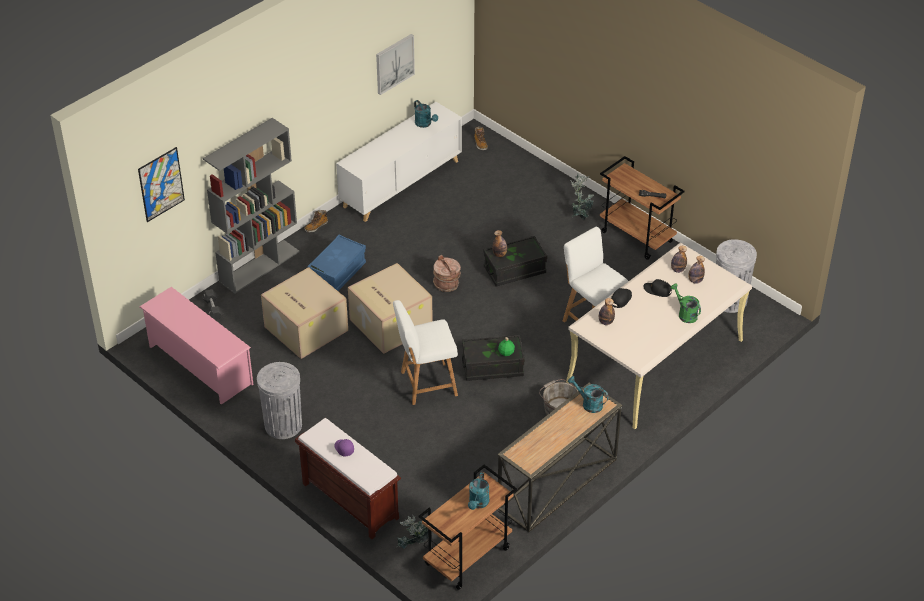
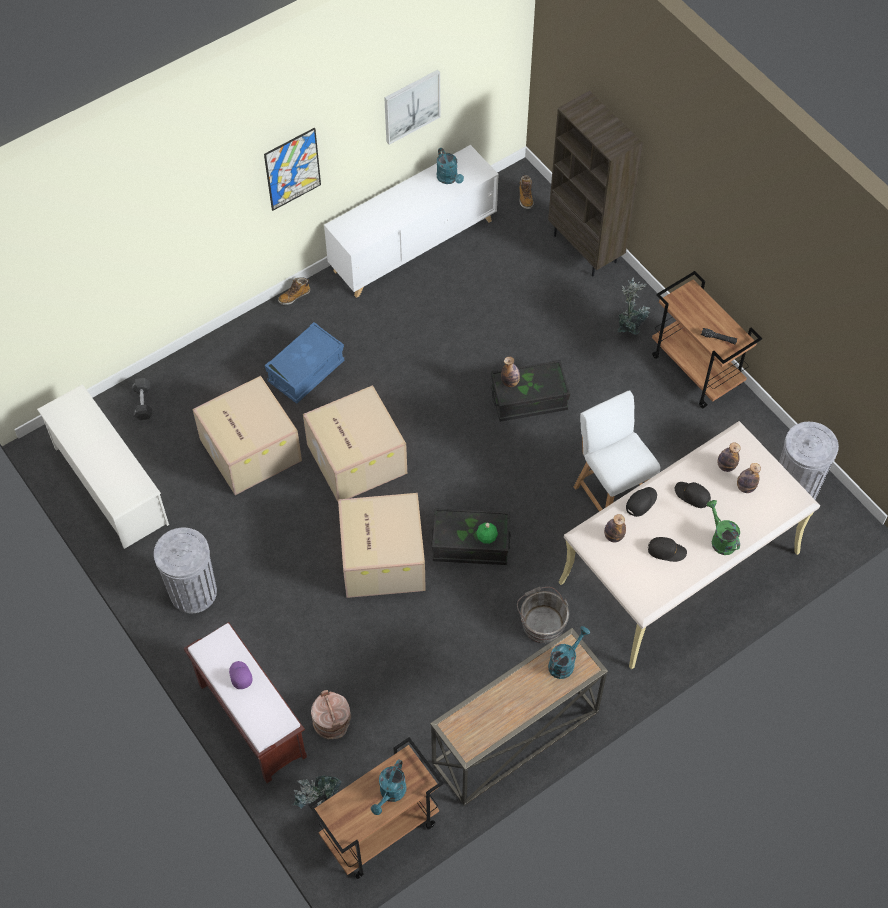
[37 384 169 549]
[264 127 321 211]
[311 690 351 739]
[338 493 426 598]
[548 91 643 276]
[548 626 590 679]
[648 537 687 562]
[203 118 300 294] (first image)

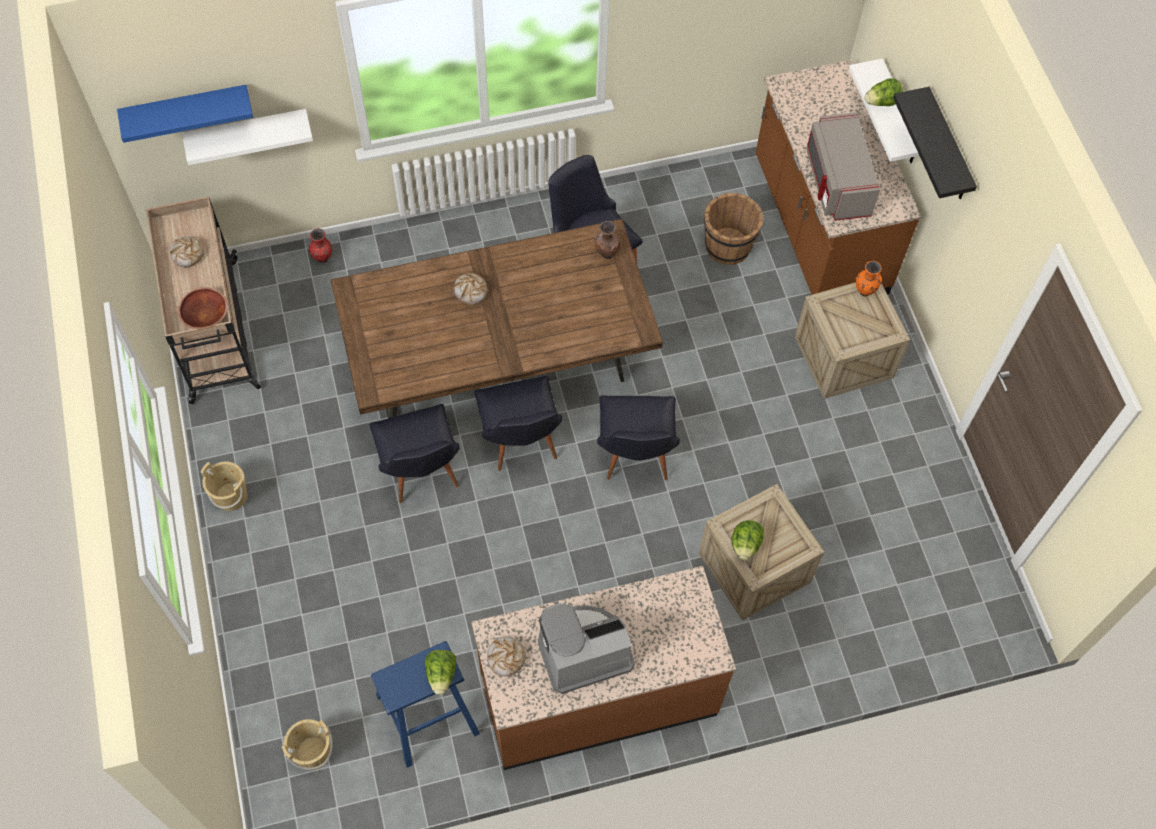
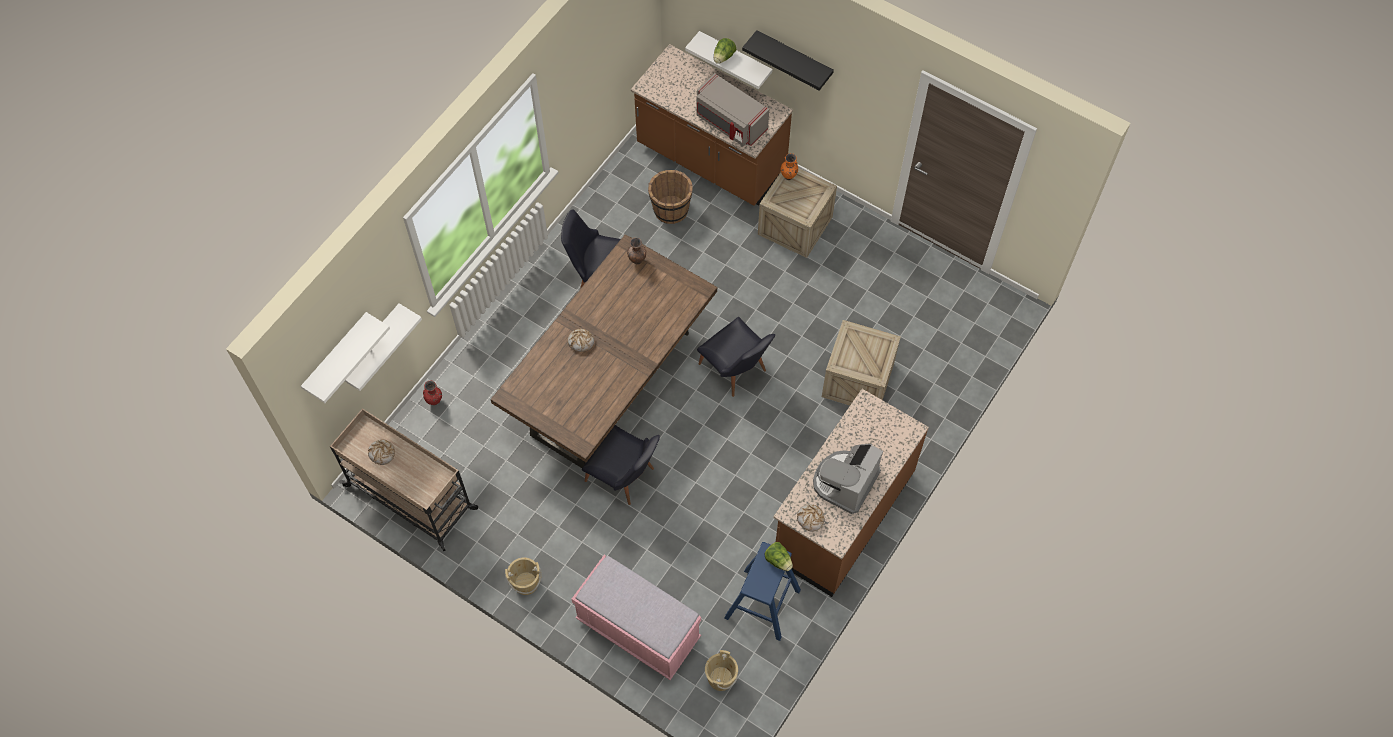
[301 312 390 403]
[572 555 701 680]
[178 287 228 329] (first image)
[474 376 562 471] (first image)
[731 520 764 561] (first image)

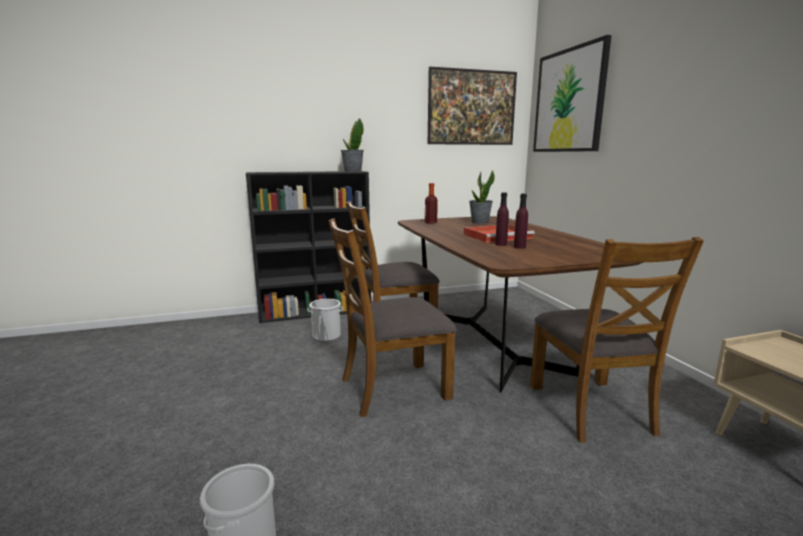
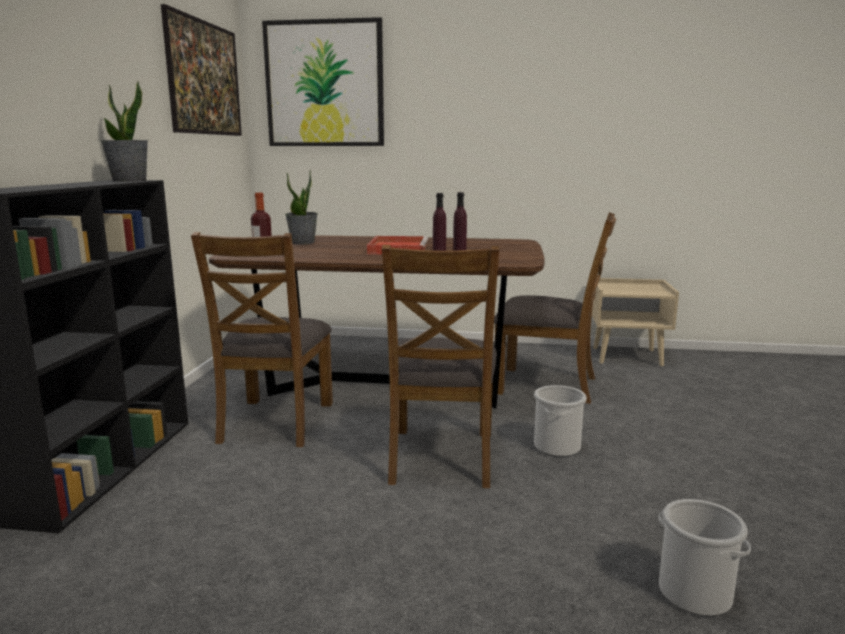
[534 385 587 457]

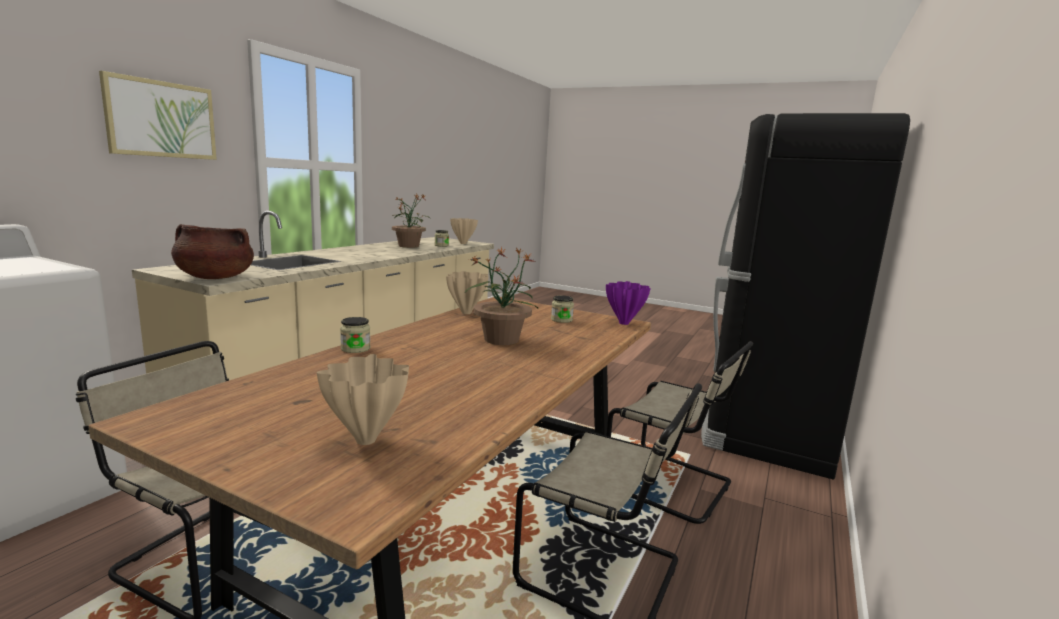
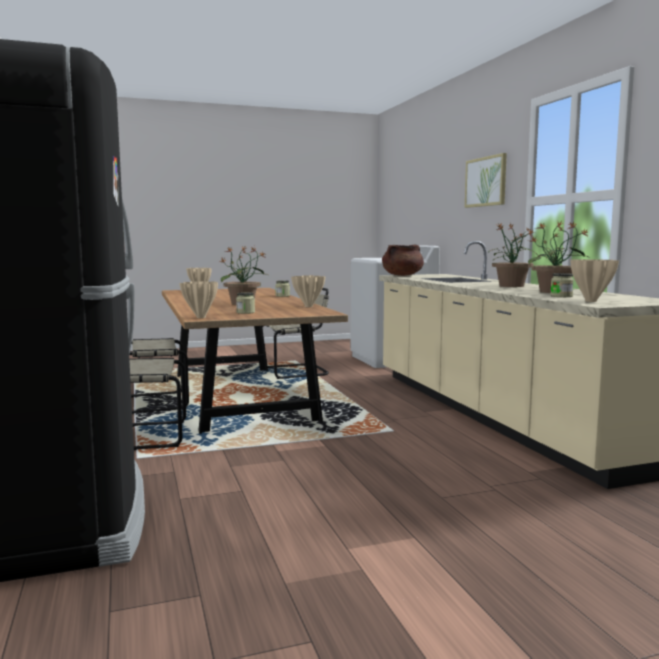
[179 281 218 318]
[488 223 537 287]

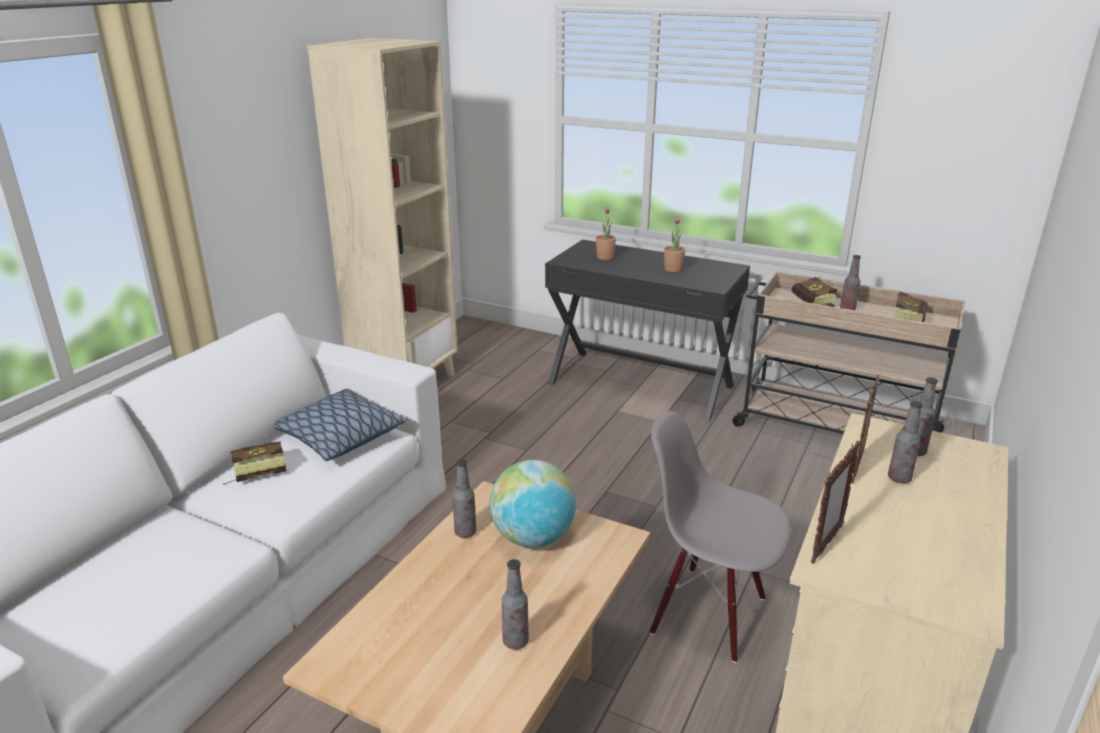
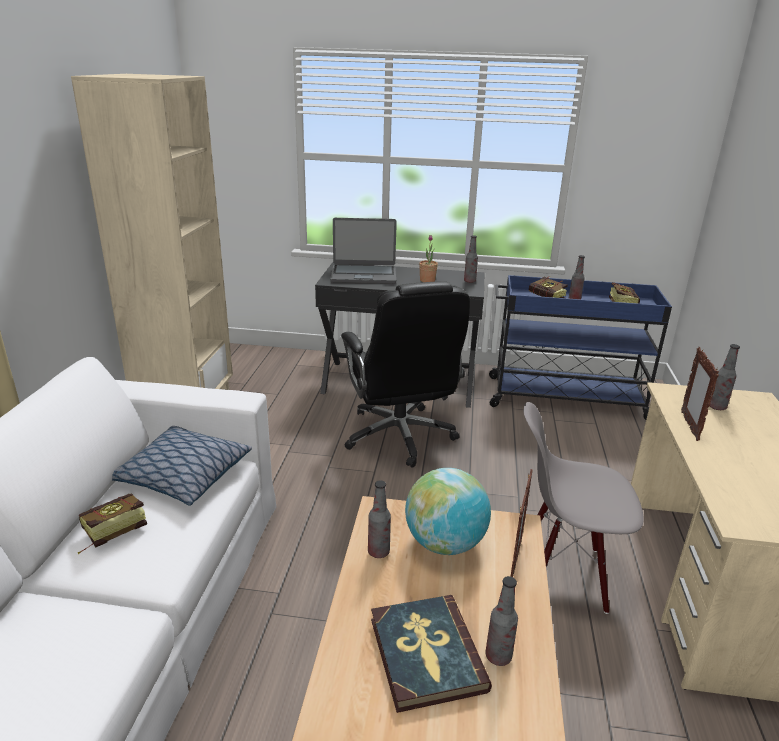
[330 218 397 284]
[341 281 470 468]
[371 595 492 713]
[464 235 478 283]
[489 275 672 420]
[511 469 533 577]

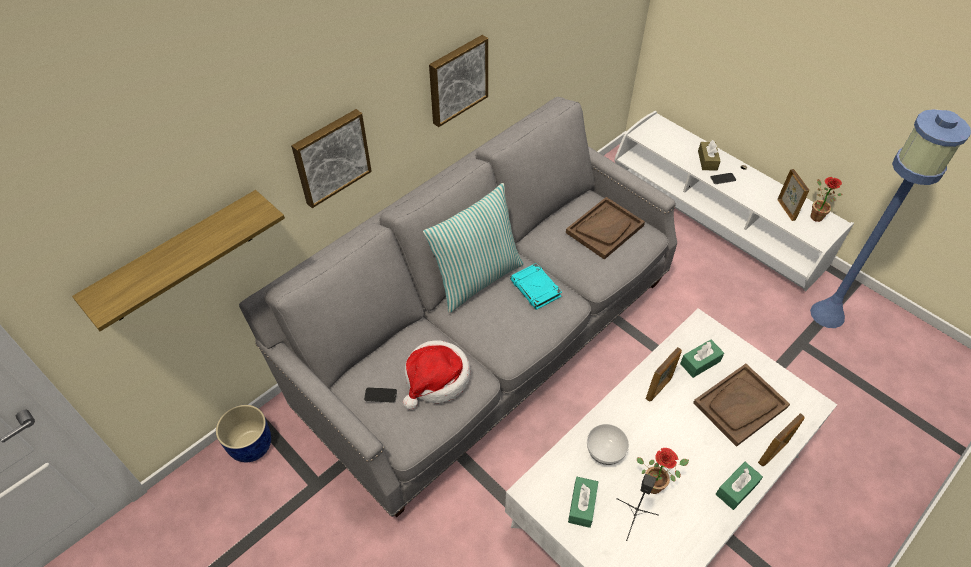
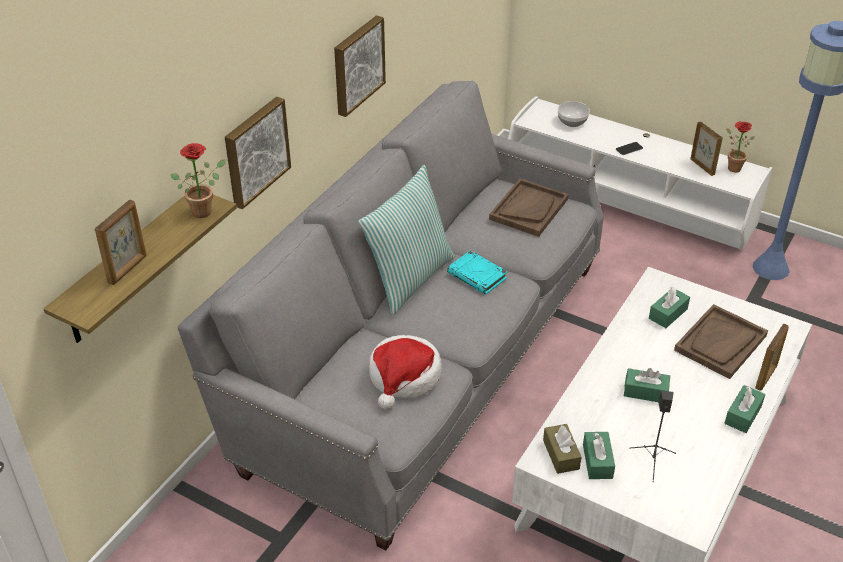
[95 200 147 285]
[171 143 226 218]
[543 424 582 474]
[558 101 590 127]
[624 368 670 402]
[216 405 271 462] (first image)
[364 387 397 403] (first image)

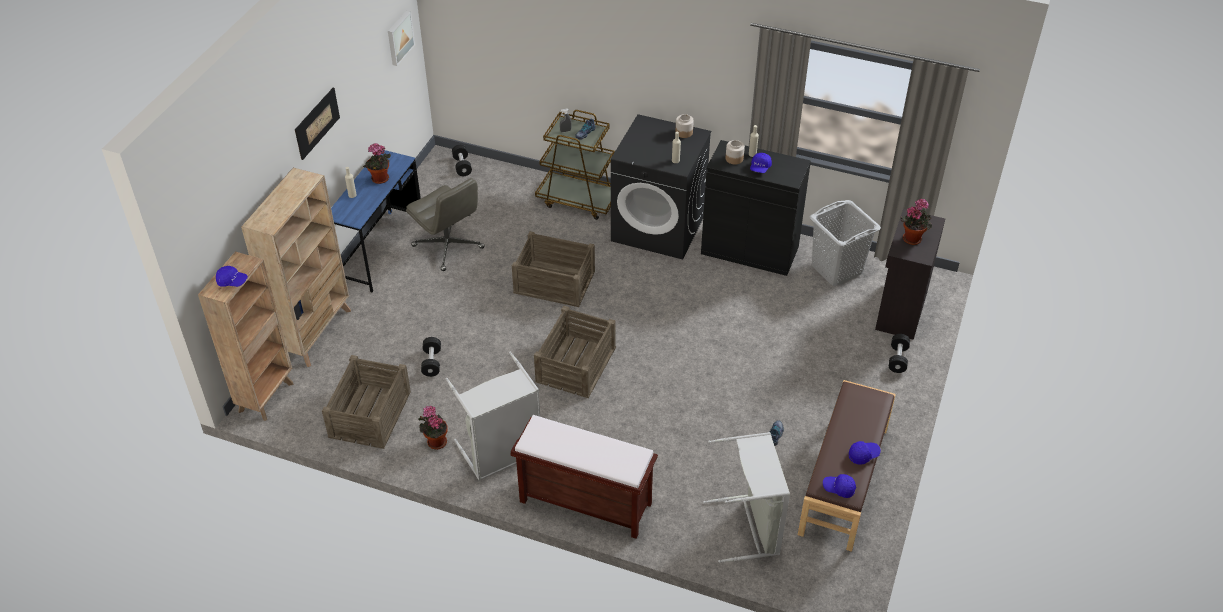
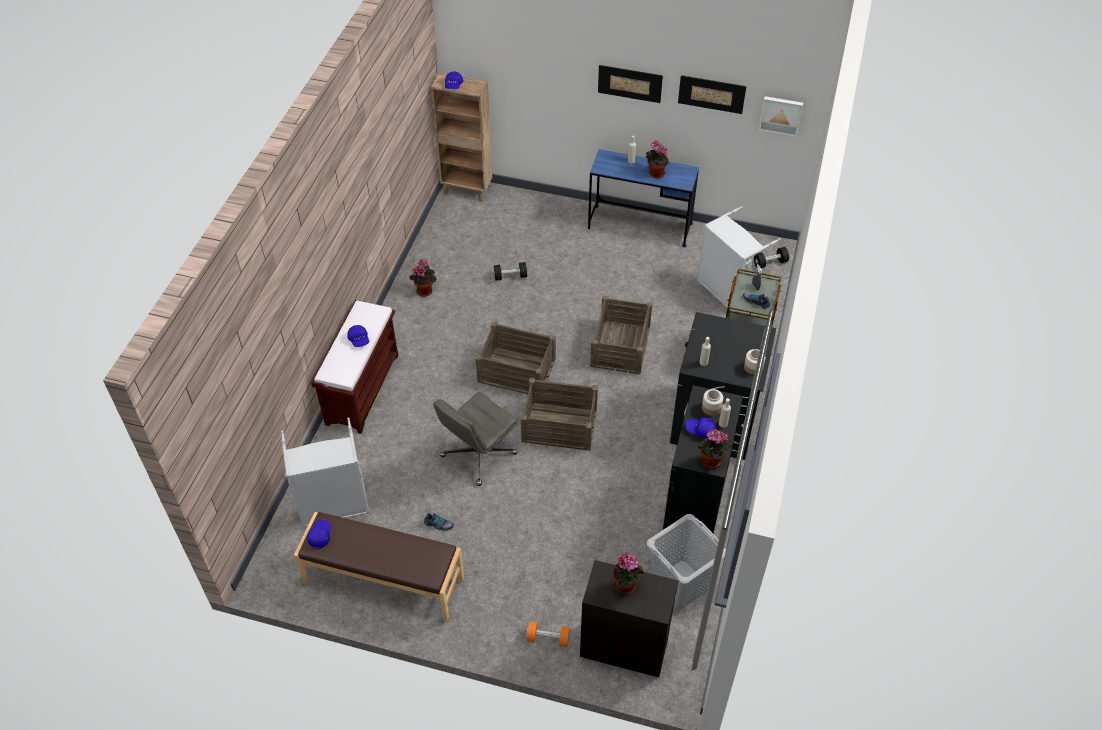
[347 325 369 347]
[433 392 518 486]
[521 378 598 451]
[527 622 570 647]
[678 75 746 114]
[697 206 781 308]
[697 429 732 469]
[241 168 351 367] (first image)

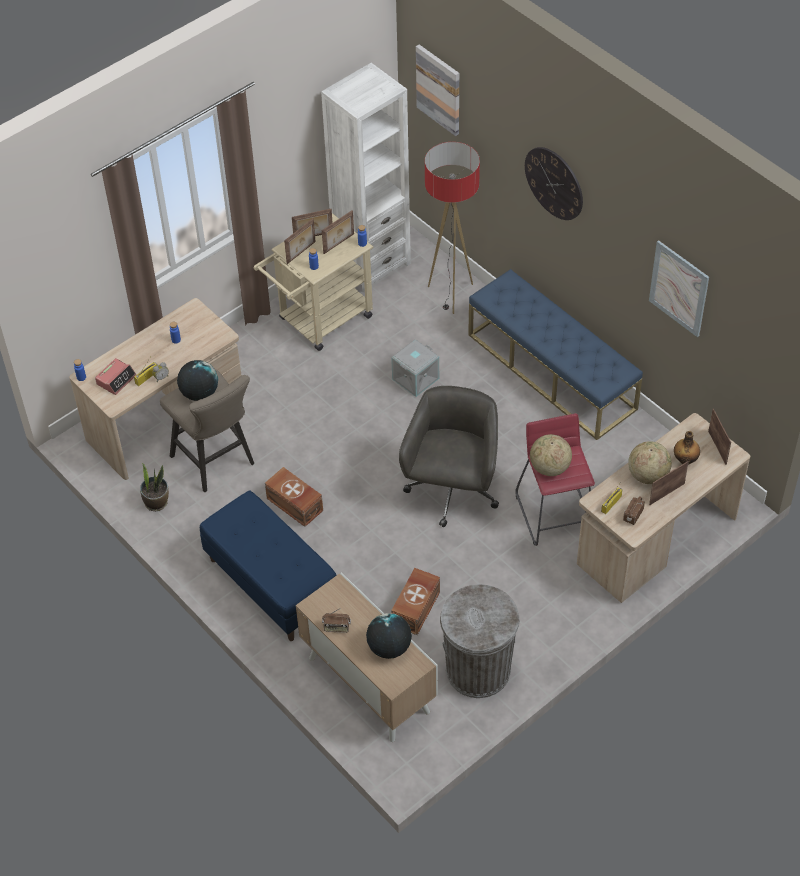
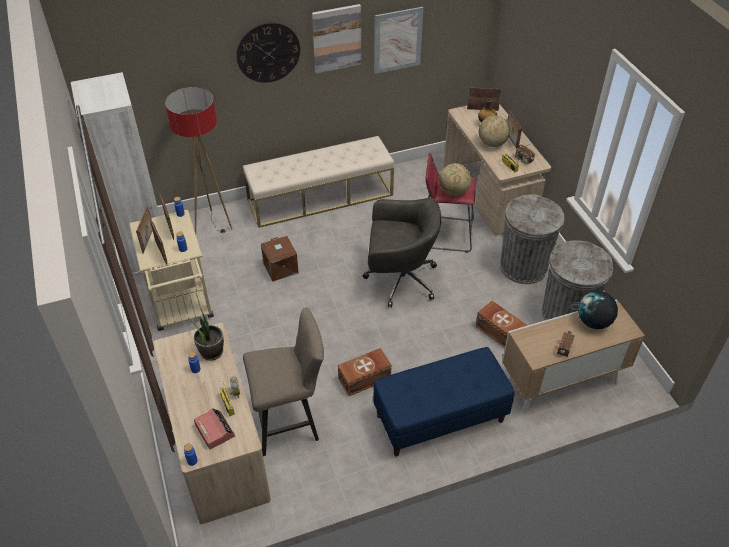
[191 309 224 360]
[243 136 394 228]
[261 236 299 282]
[312 4 361 74]
[362 198 441 308]
[500 194 564 284]
[177 360 218 401] (first image)

